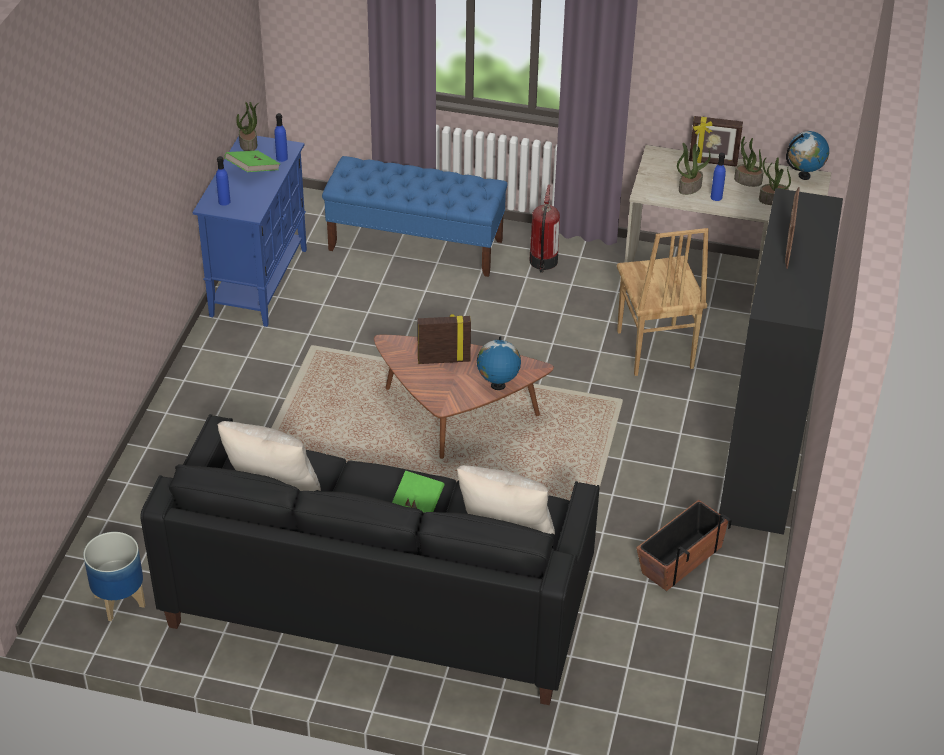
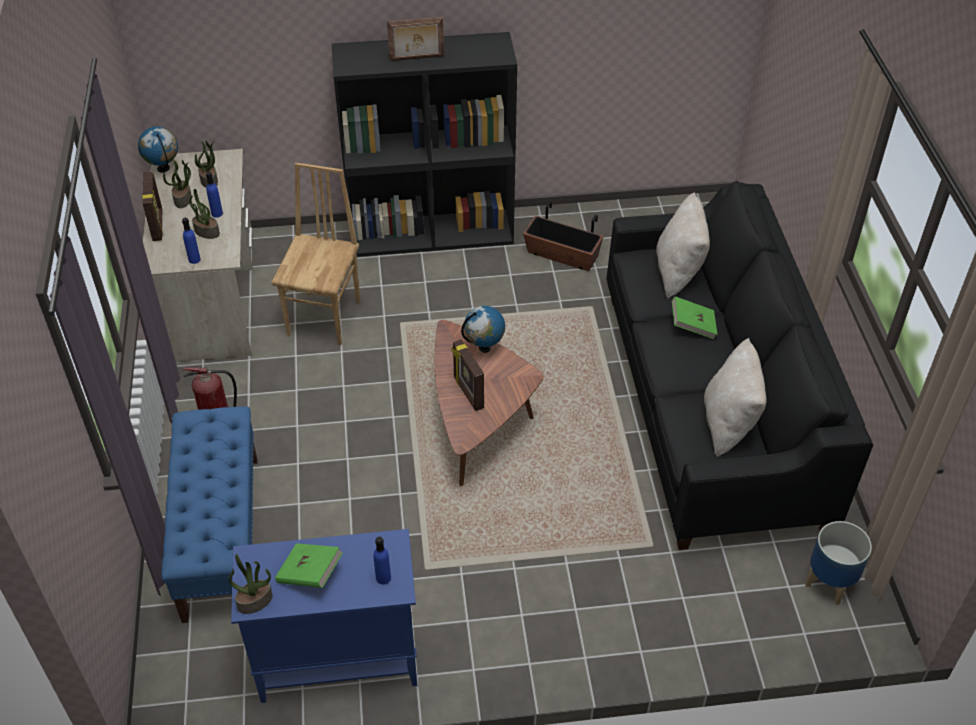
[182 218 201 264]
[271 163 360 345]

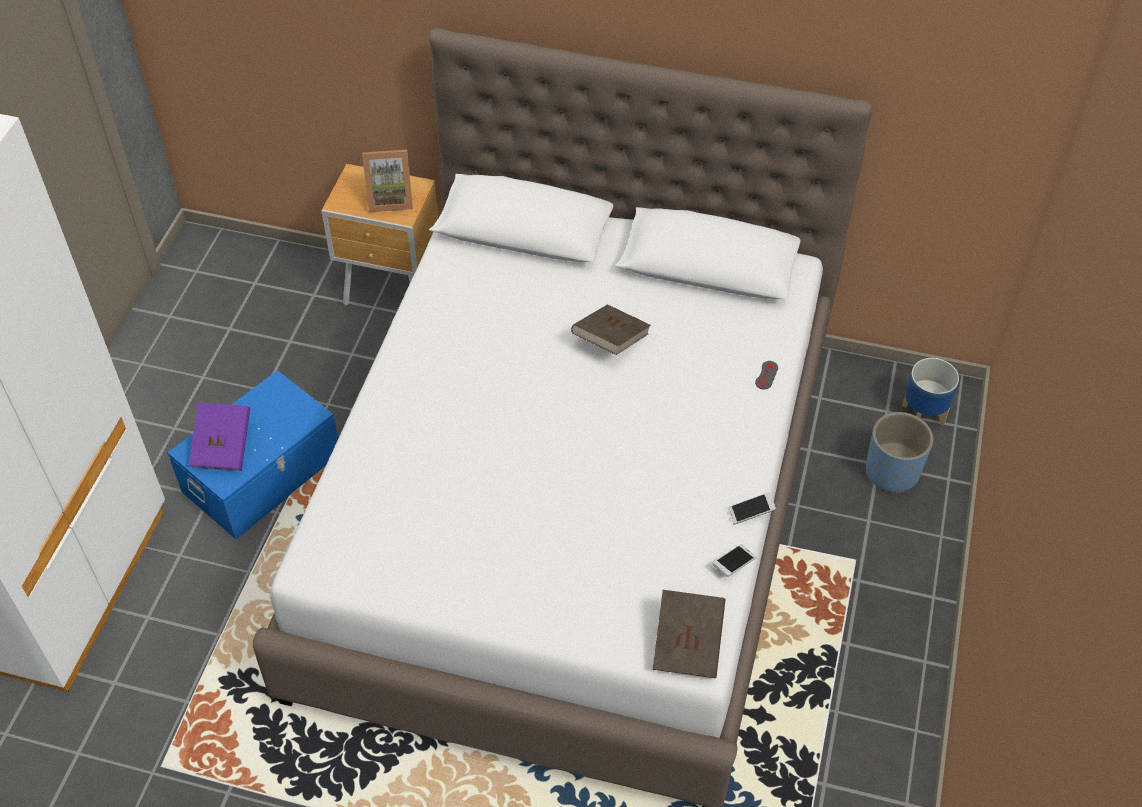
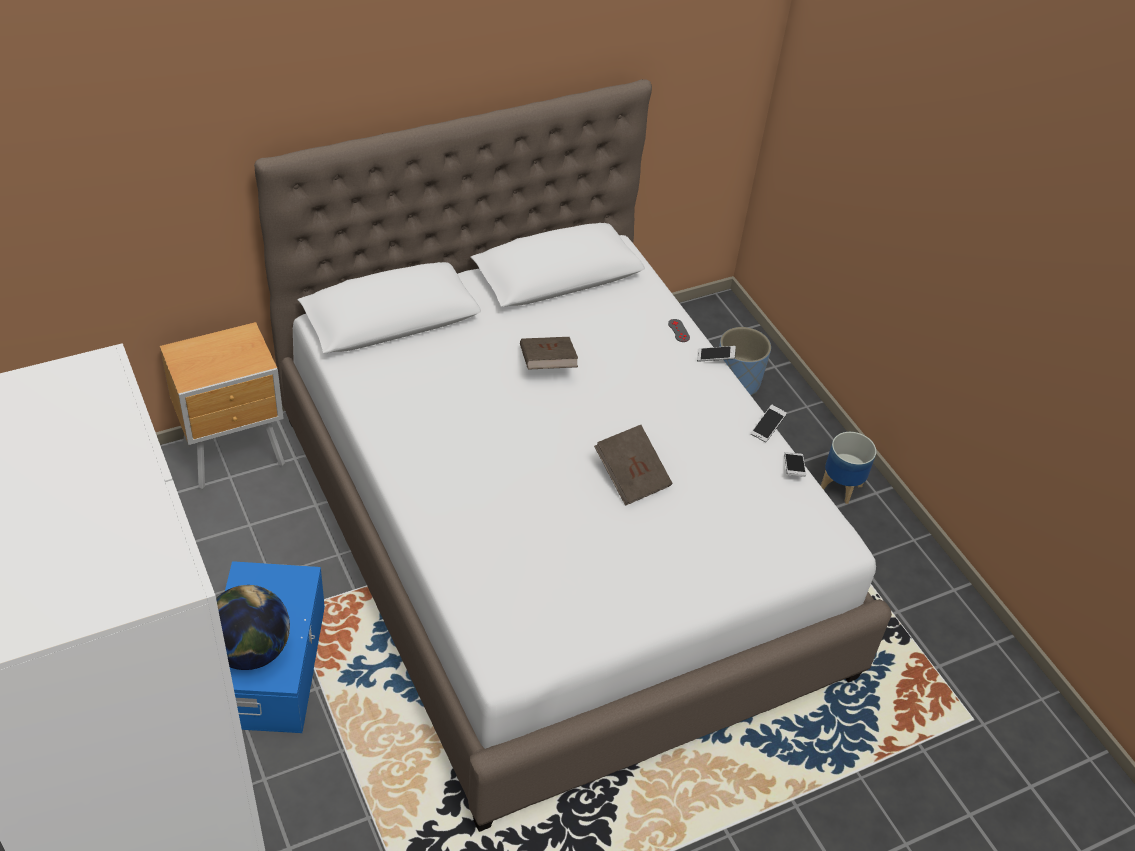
[216 585 290 670]
[594 425 673 506]
[697 346 736 362]
[821 432 876 504]
[362 149 413 212] (first image)

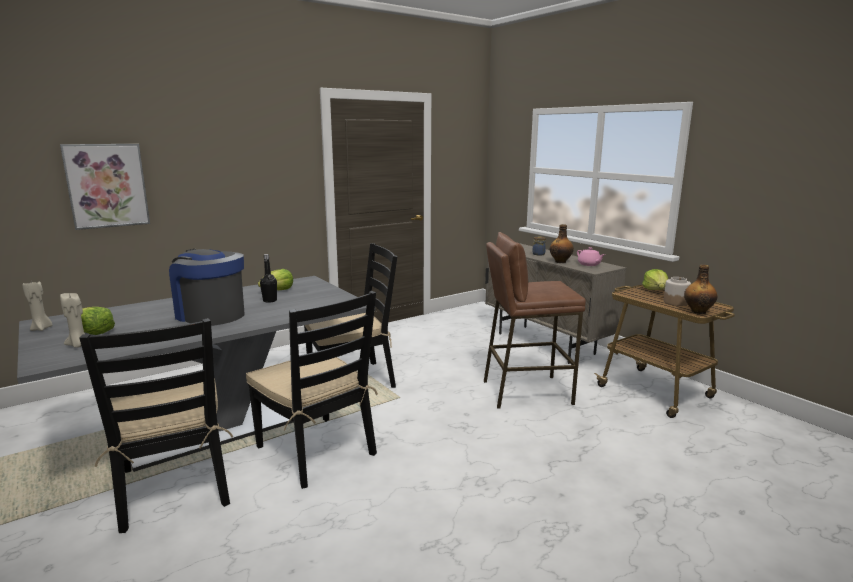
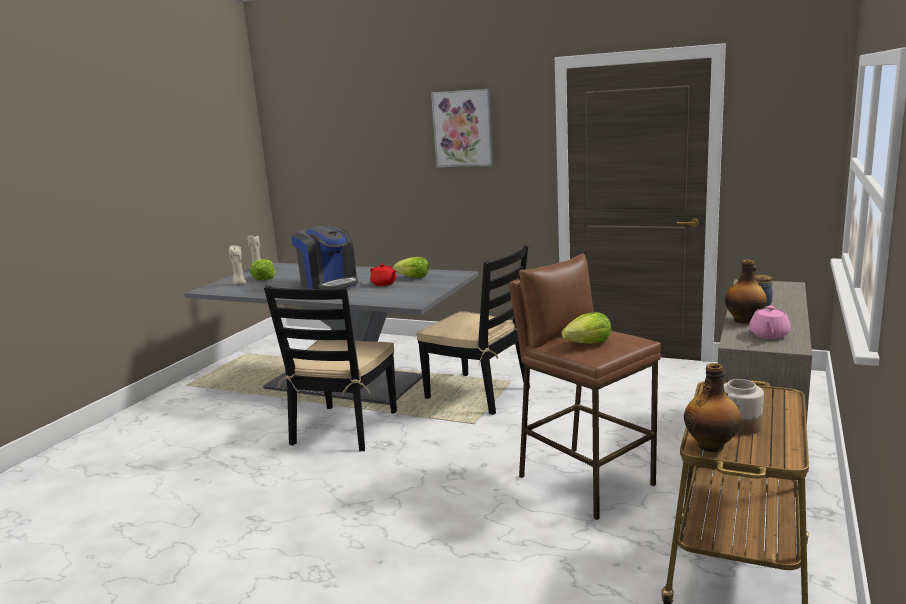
[291 226 358 289]
[370 264 397 286]
[431 89 494 167]
[561 312 611 344]
[79 318 233 533] (first image)

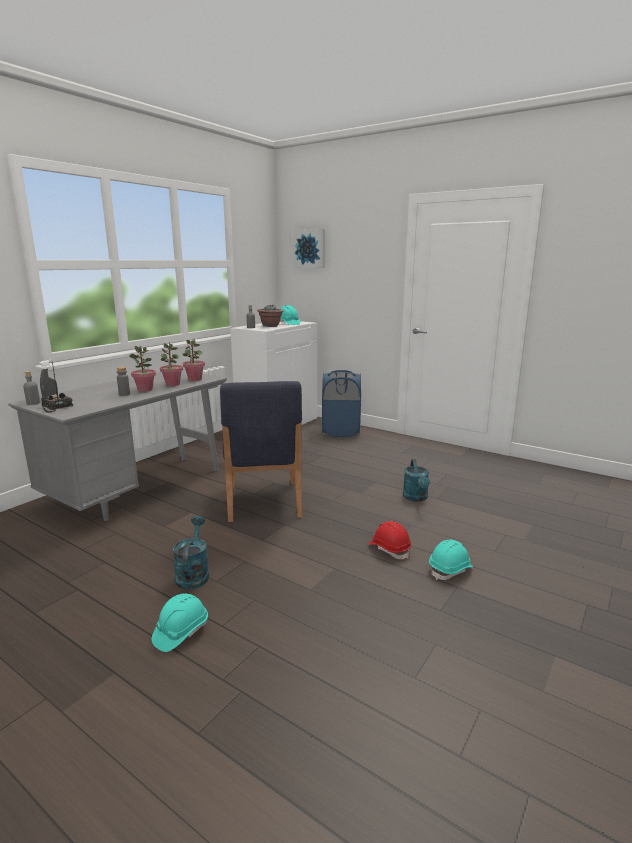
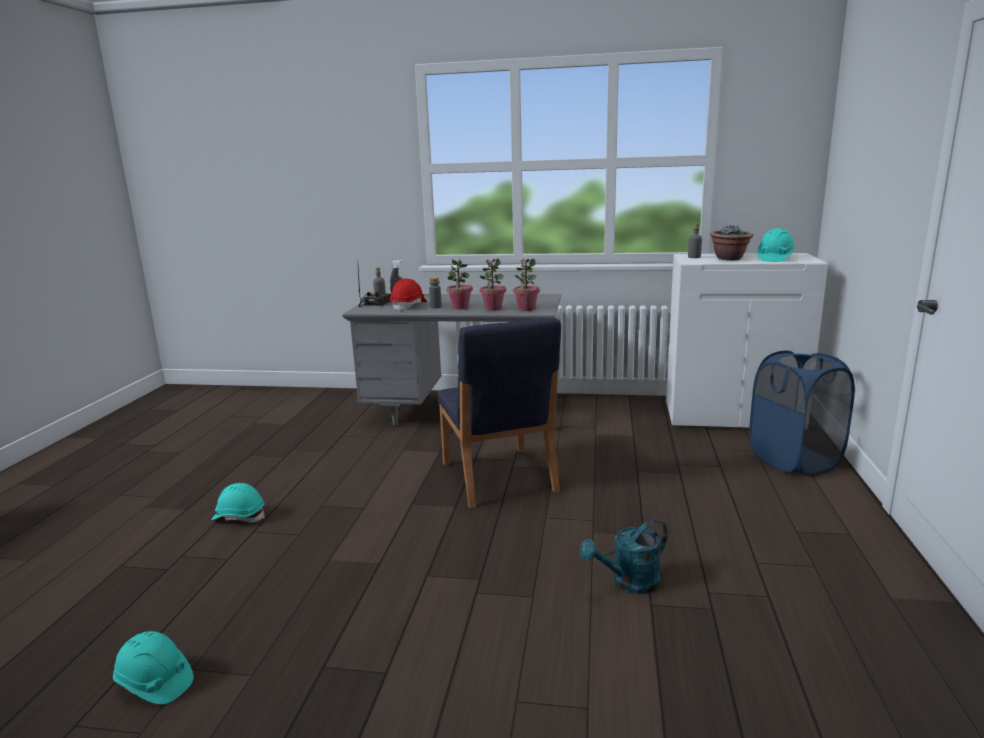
[113 631 194 705]
[390 279 427 311]
[438 318 561 509]
[173 516 209 590] (first image)
[293 229 325 268] (first image)

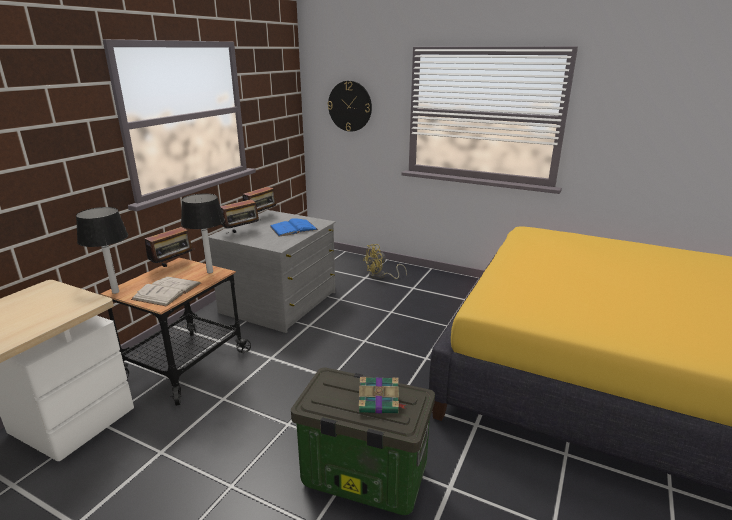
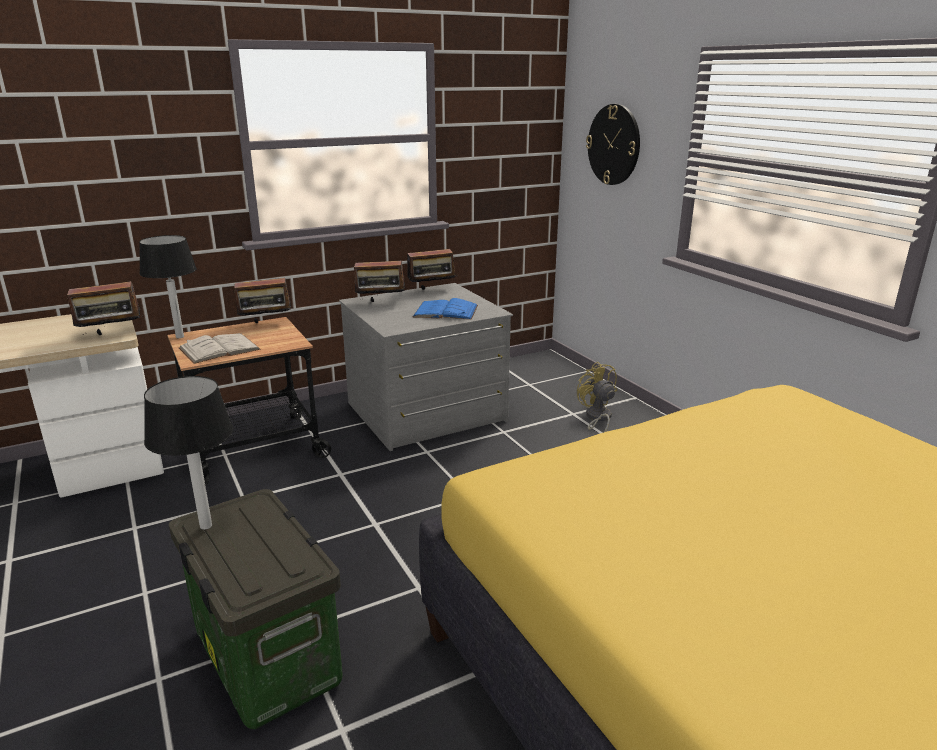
[65 281 143 335]
[144 376 233 530]
[577 362 617 432]
[359 377 406 413] (first image)

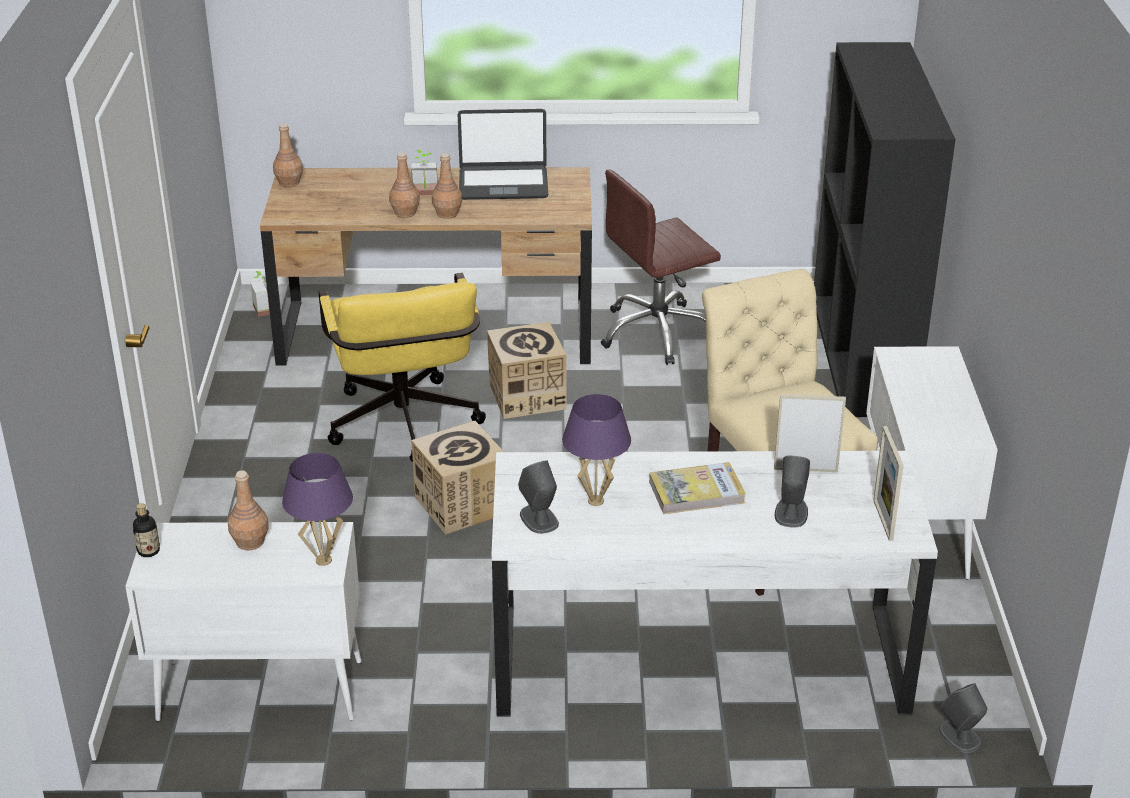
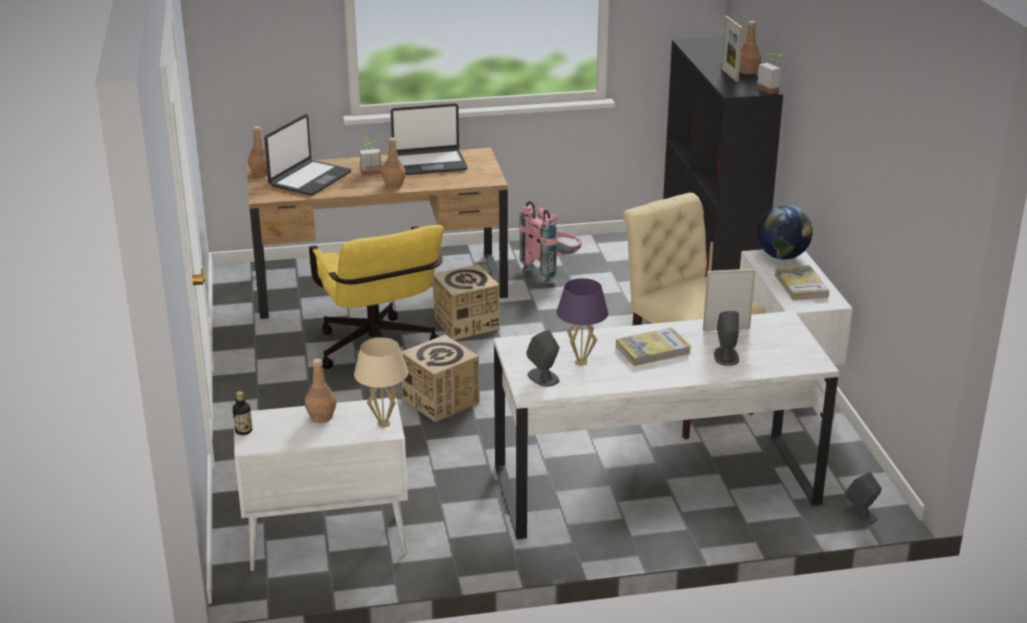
[264 114 351 196]
[354 337 408 428]
[519 201 581 285]
[721 16 743 82]
[740 21 761 74]
[757 53 783 94]
[757 205 813 260]
[774 265 829 301]

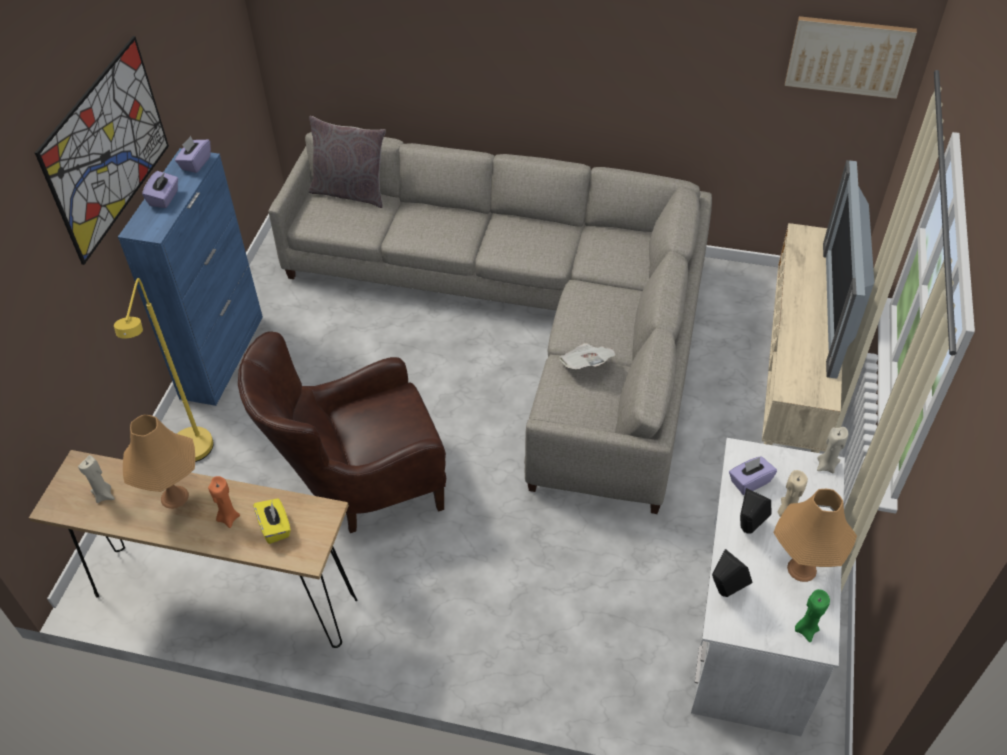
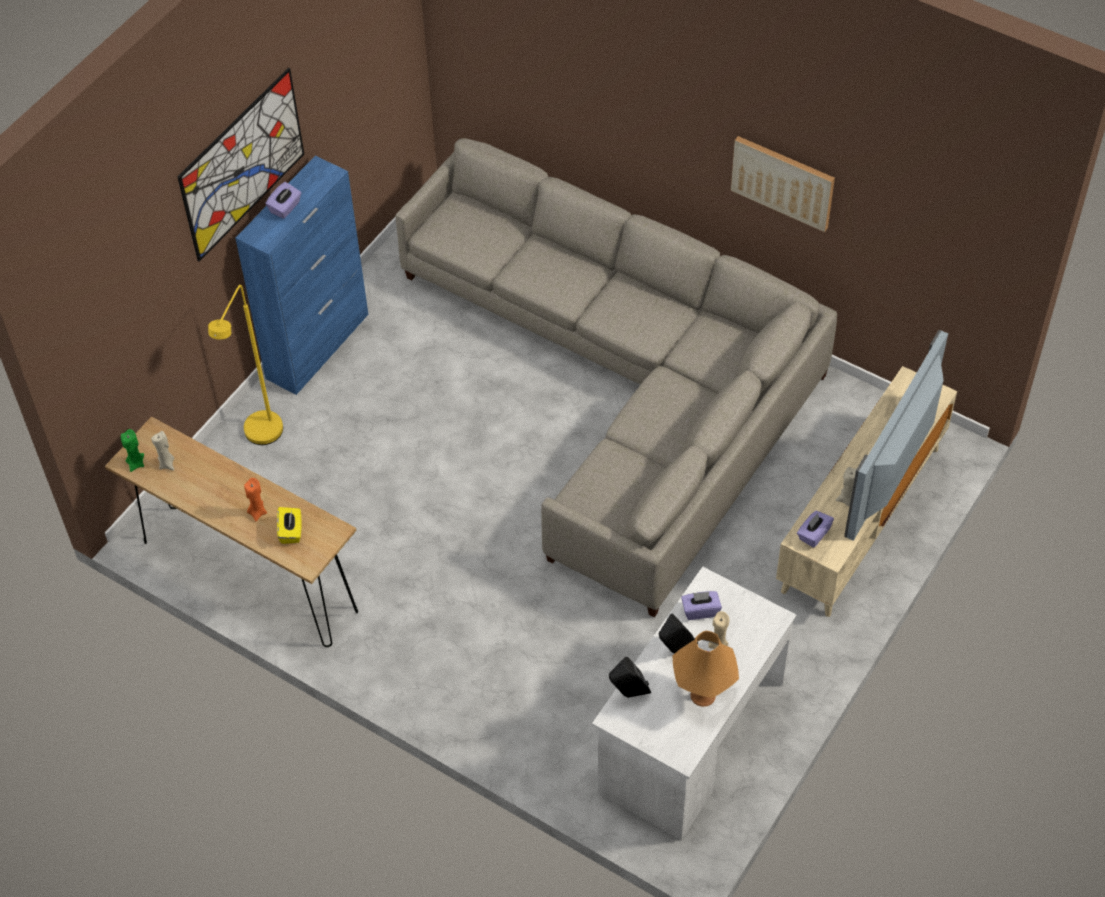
[121 429 144 472]
[731 136 835 232]
[797 511 834 548]
[836 467 857 506]
[123 415 195 509] (first image)
[238 331 446 533] (first image)
[309 116 386 208] (first image)
[559 343 616 369] (first image)

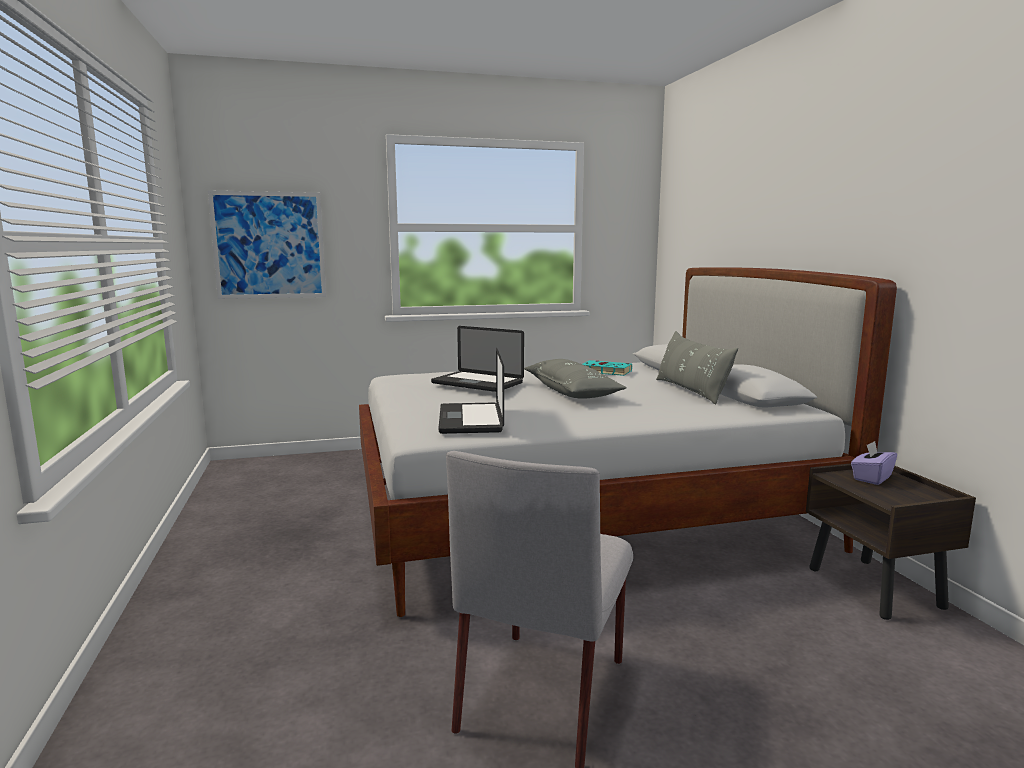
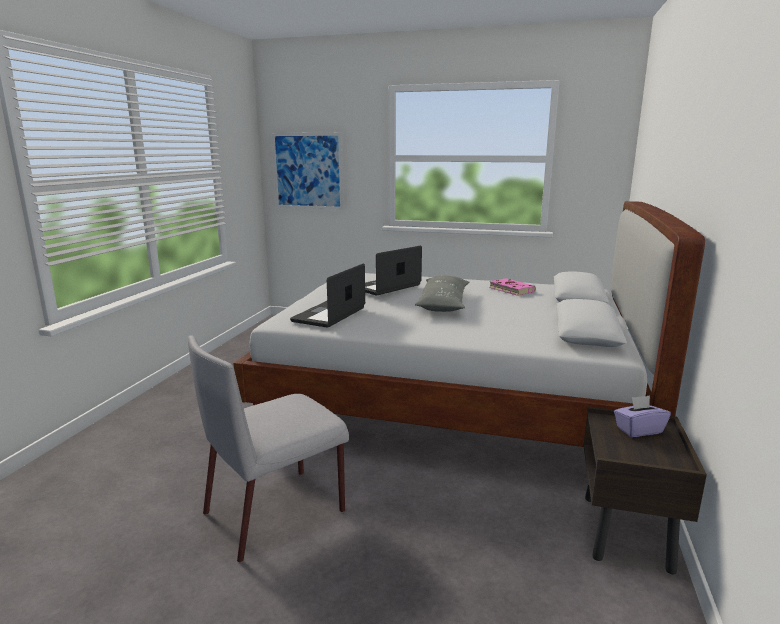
[365 246 422 296]
[489 278 536 296]
[656 331 738 405] (first image)

